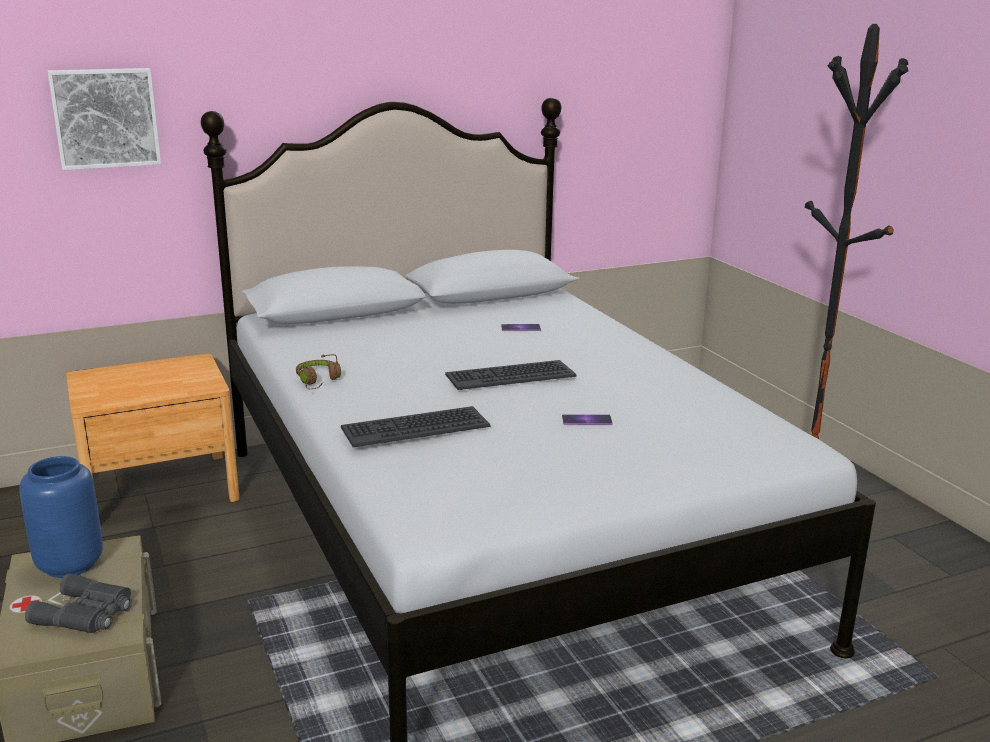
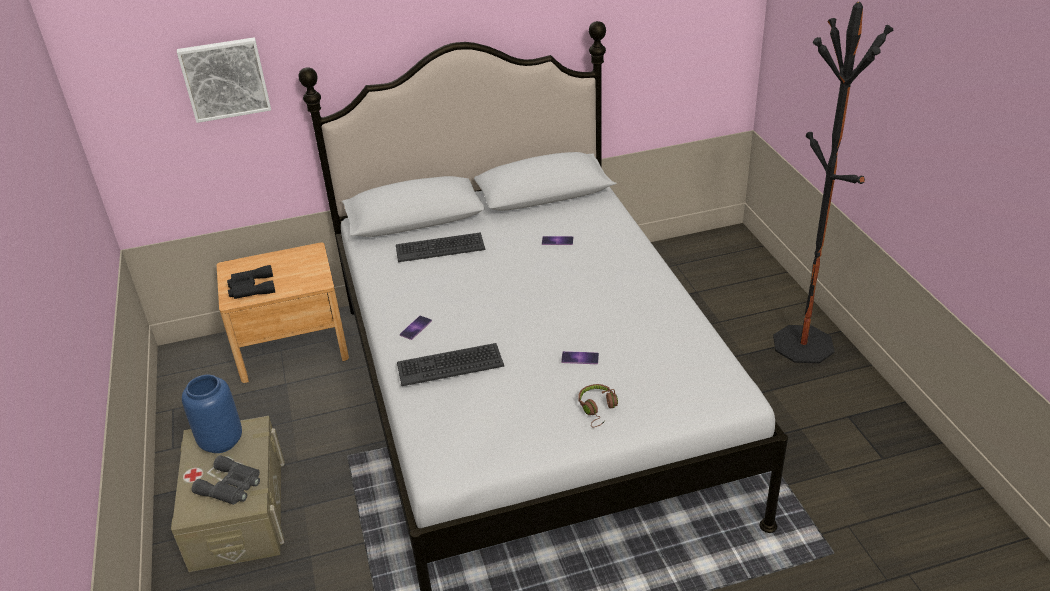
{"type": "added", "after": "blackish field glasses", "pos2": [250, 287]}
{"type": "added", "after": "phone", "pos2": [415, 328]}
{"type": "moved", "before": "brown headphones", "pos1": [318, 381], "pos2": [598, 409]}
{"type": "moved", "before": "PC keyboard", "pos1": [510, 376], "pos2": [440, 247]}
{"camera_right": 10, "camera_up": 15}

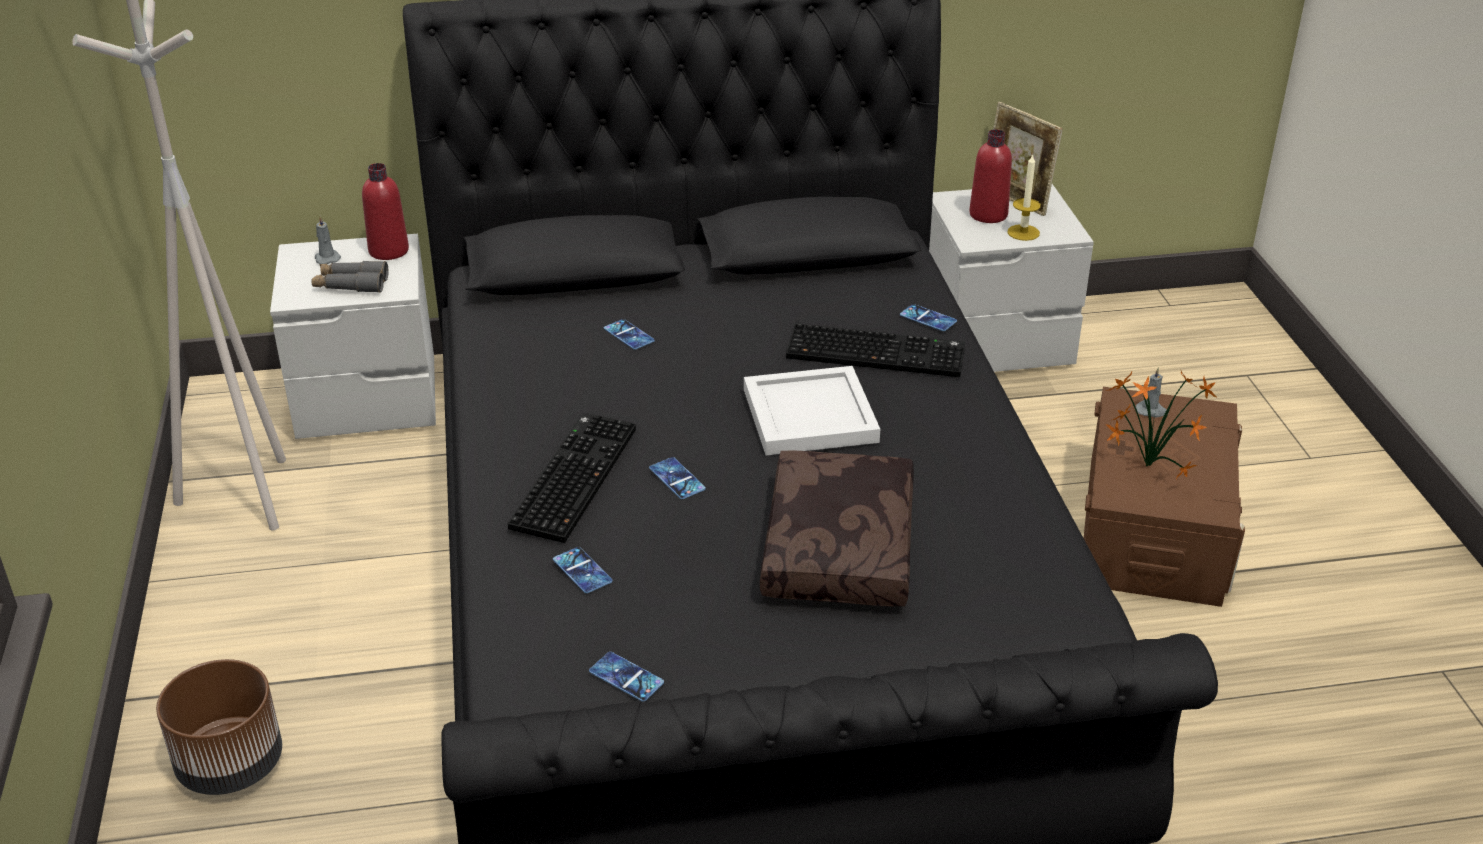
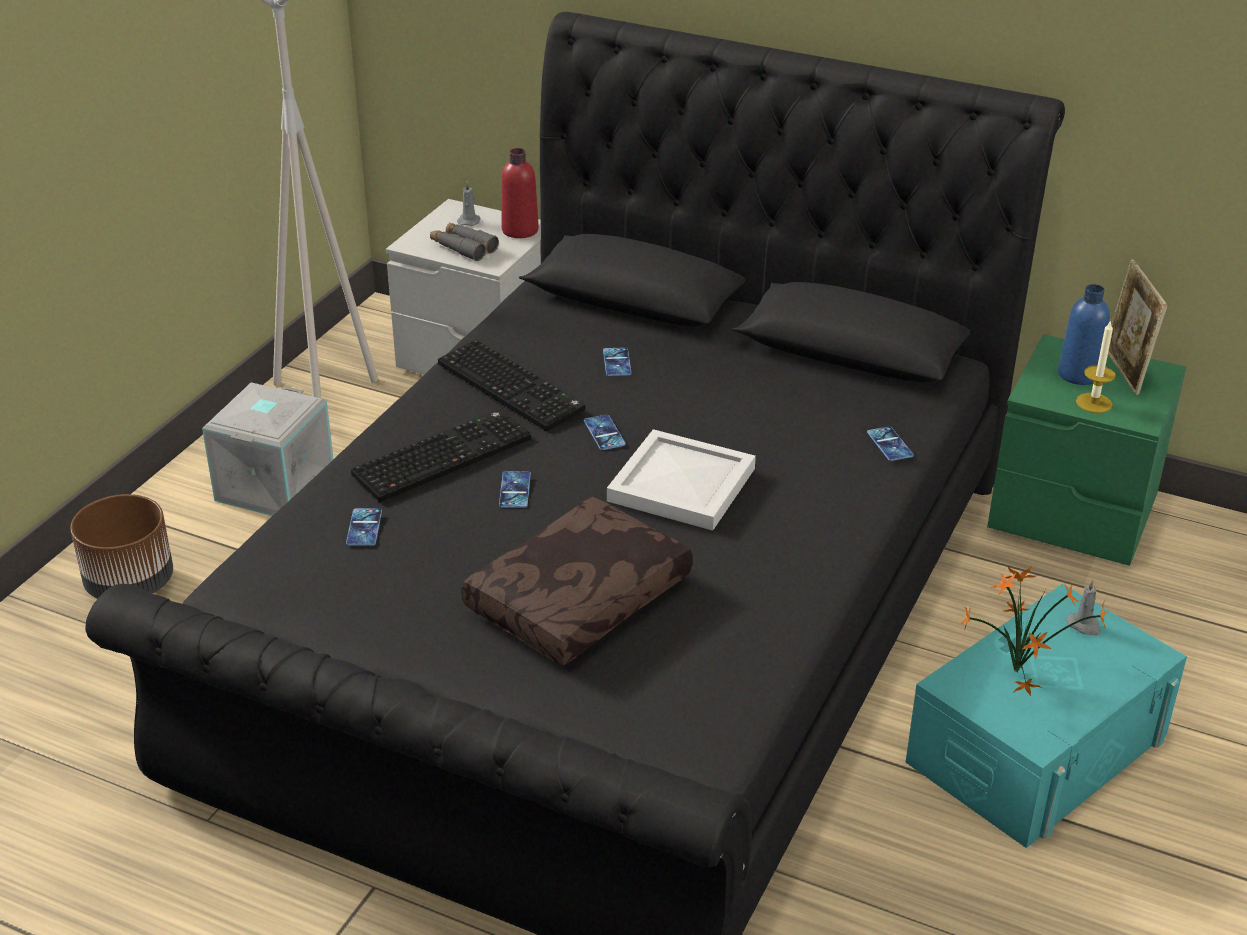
{"type": "added", "after": "greyish storage bin", "pos2": [274, 485]}
{"type": "moved", "before": "phone", "pos1": [626, 677], "pos2": [604, 433]}
{"type": "moved", "before": "PC keyboard", "pos1": [877, 352], "pos2": [513, 387]}
{"type": "recoloured", "before": "white night table", "after": "green night table", "pos1": [993, 340], "pos2": [1073, 512]}
{"type": "recoloured", "before": "red drink bottle", "after": "blue-coloured drink bottle", "pos1": [988, 215], "pos2": [1078, 374]}
{"type": "recoloured", "before": "brown storage bin", "after": "blue-green storage bin", "pos1": [1152, 529], "pos2": [1037, 748]}
{"camera_right": 35, "camera_up": 0}

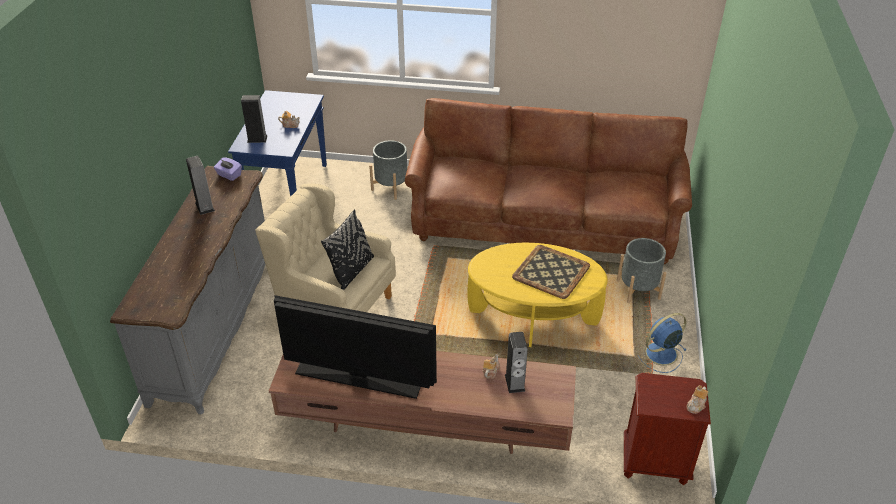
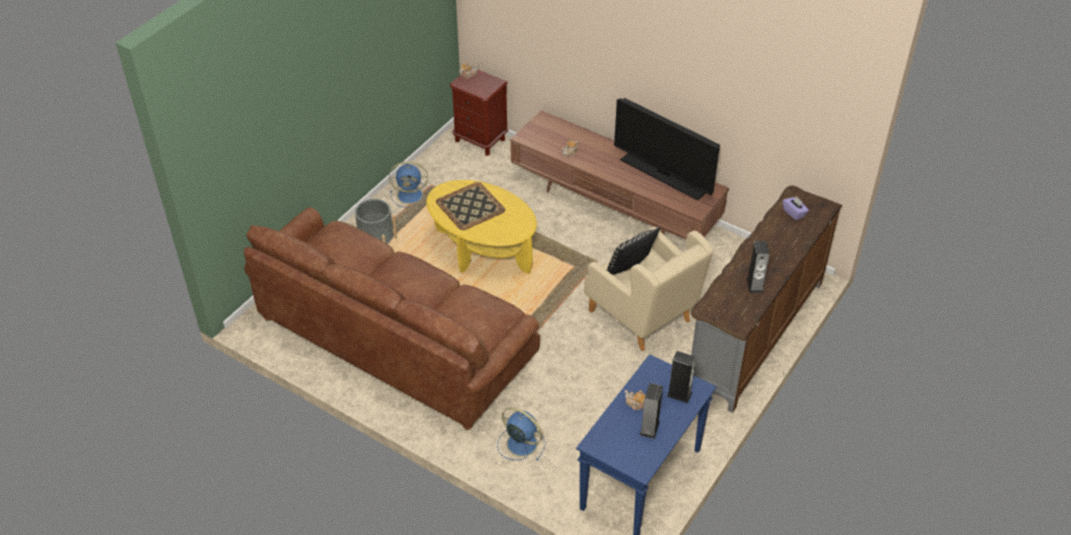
{"type": "moved", "before": "purple-coloured tissue box", "pos1": [229, 175], "pos2": [794, 213]}
{"type": "moved", "before": "audio speaker", "pos1": [514, 382], "pos2": [649, 428]}
{"type": "replaced", "before": "greyish flower pot", "after": "blue-coloured fan", "pos1": [391, 187], "pos2": [520, 443]}
{"camera_right": -155, "camera_up": 5}

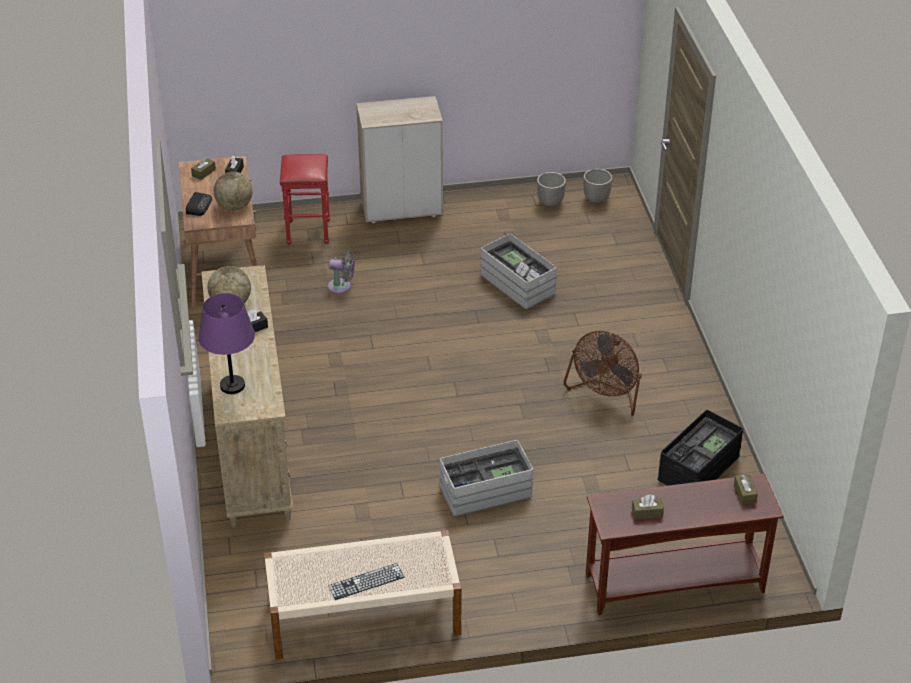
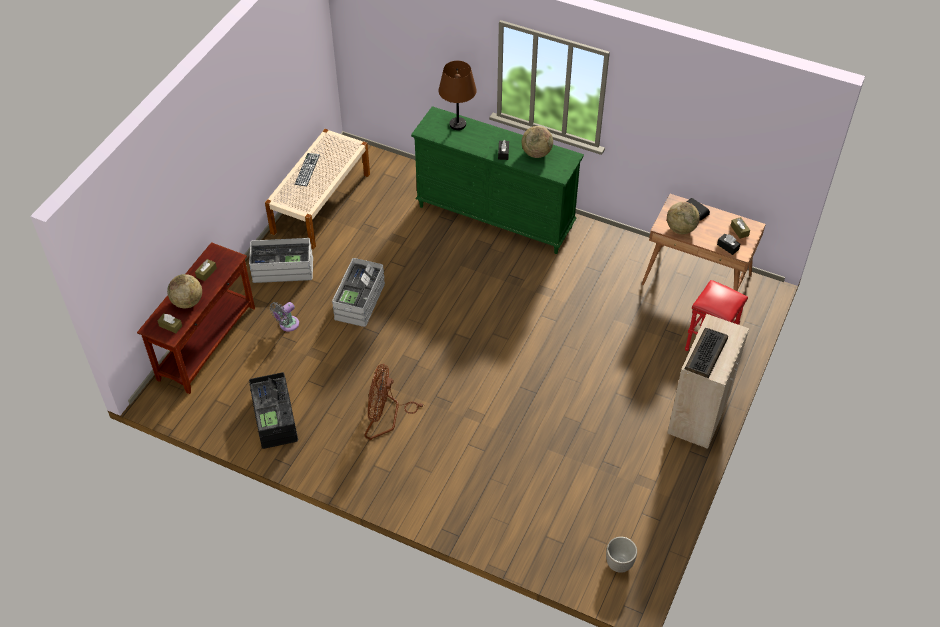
{"type": "removed", "before": "flower pot", "pos1": [550, 203]}
{"type": "added", "after": "world globe", "pos2": [187, 302]}
{"type": "added", "after": "PC keyboard", "pos2": [706, 354]}
{"type": "moved", "before": "greyish fan", "pos1": [342, 287], "pos2": [287, 325]}
{"type": "moved", "before": "greyish storage bin", "pos1": [518, 283], "pos2": [282, 269]}
{"type": "recoloured", "before": "purple-coloured tabletop lamp", "after": "brown tabletop lamp", "pos1": [232, 386], "pos2": [457, 124]}
{"type": "recoloured", "before": "beige-coloured drawer chest", "after": "green drawer chest", "pos1": [252, 446], "pos2": [495, 217]}
{"type": "turned", "before": "brown fan", "pos1": [604, 392], "pos2": [387, 413], "turn": -60}
{"camera_right": 125, "camera_up": 10}

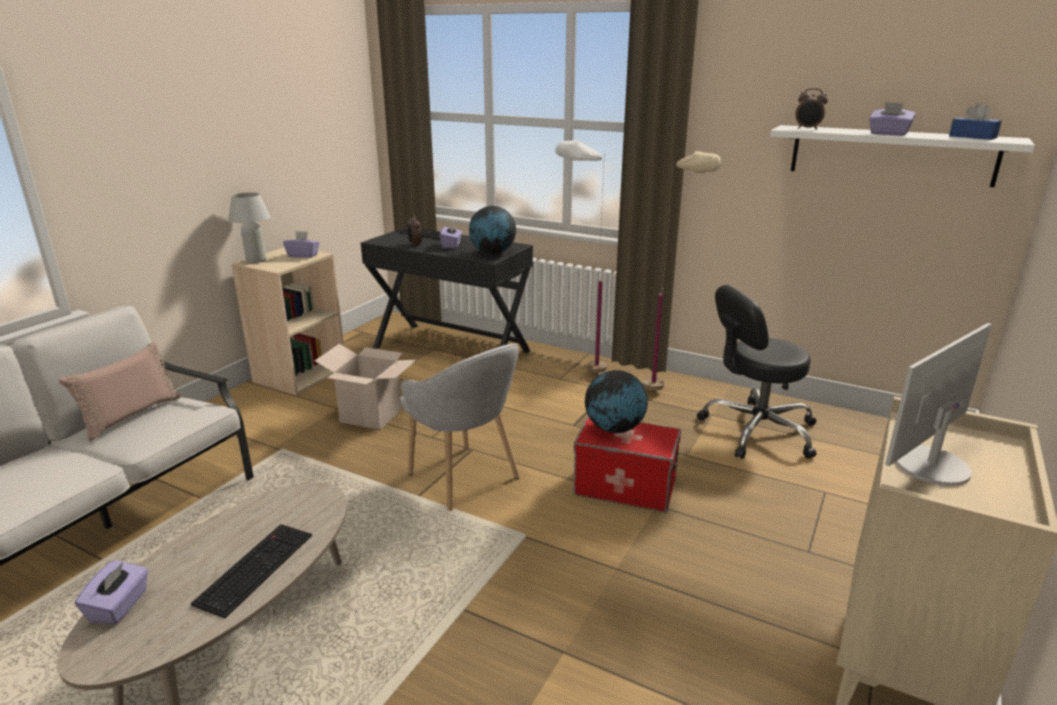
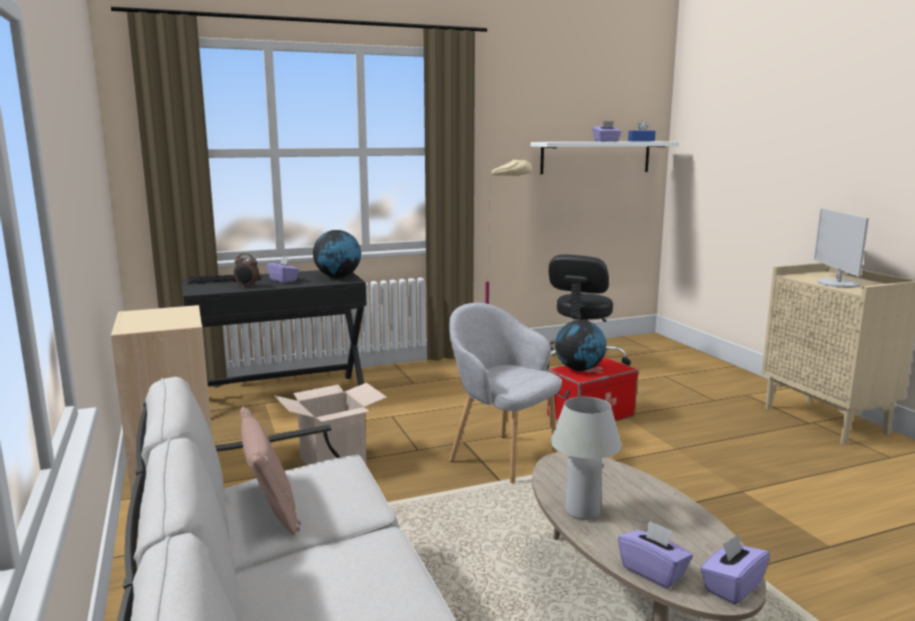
{"type": "removed", "before": "PC keyboard", "pos1": [255, 567]}
{"type": "removed", "before": "white standing lamp", "pos1": [579, 372]}
{"type": "removed", "before": "alarm clock", "pos1": [807, 129]}
{"type": "moved", "before": "white tabletop lamp", "pos1": [256, 260], "pos2": [582, 512]}
{"type": "moved", "before": "purple-coloured tissue box", "pos1": [303, 255], "pos2": [732, 587]}
{"type": "turned", "before": "greyish lounge chair", "pos1": [464, 478], "pos2": [501, 457], "turn": -135}
{"camera_right": -50, "camera_up": -10}

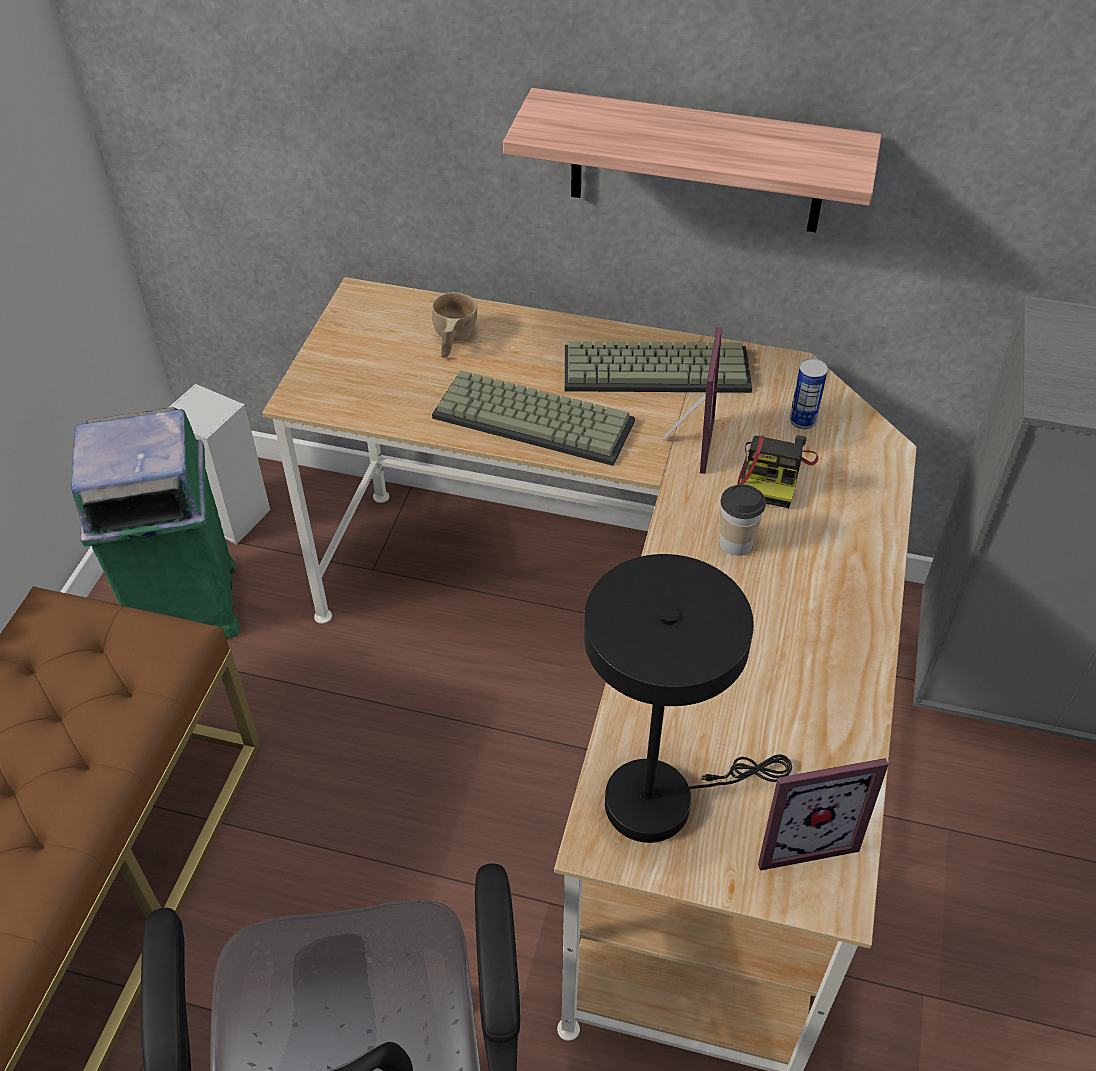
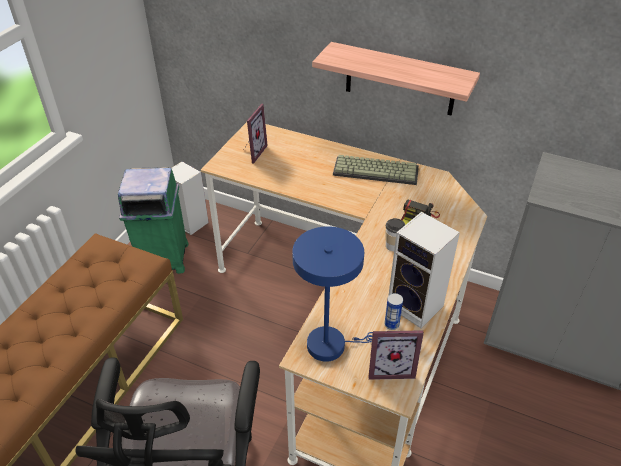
{"type": "removed", "before": "beige-coloured drinking cup", "pos1": [452, 340]}
{"type": "removed", "before": "PC keyboard", "pos1": [536, 418]}
{"type": "added", "after": "audio speaker", "pos2": [417, 306]}
{"type": "moved", "before": "picture frame", "pos1": [686, 443], "pos2": [252, 152]}
{"type": "moved", "before": "can", "pos1": [802, 421], "pos2": [391, 324]}
{"type": "recoloured", "before": "blackish tabletop lamp", "after": "blue-coloured tabletop lamp", "pos1": [663, 798], "pos2": [333, 344]}
{"camera_right": 10, "camera_up": -5}

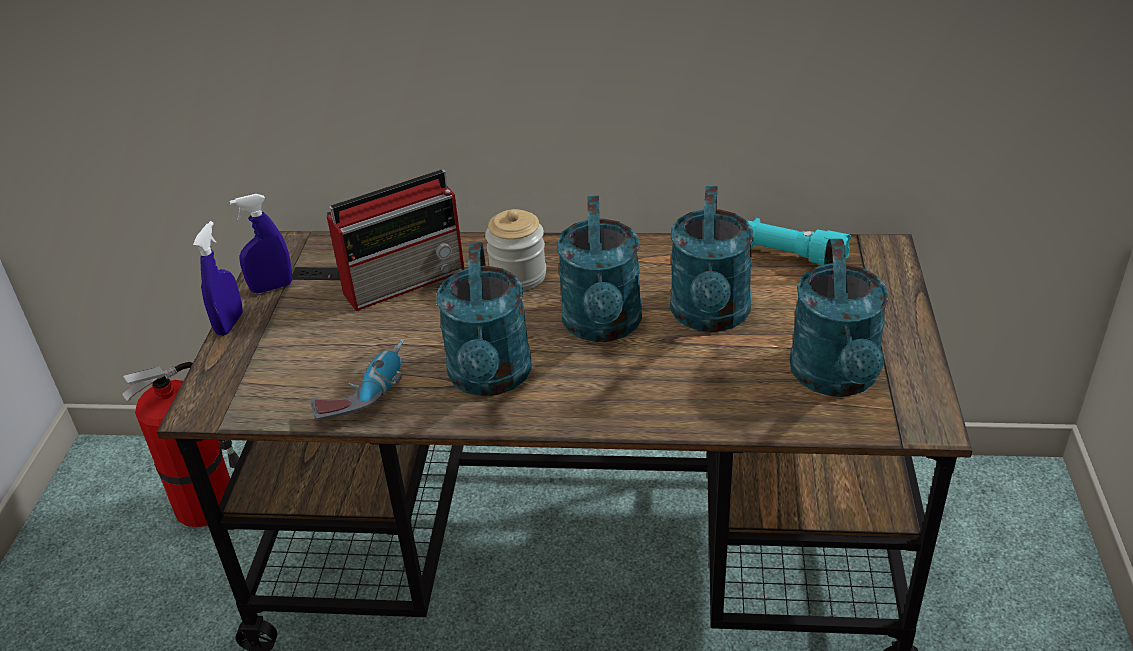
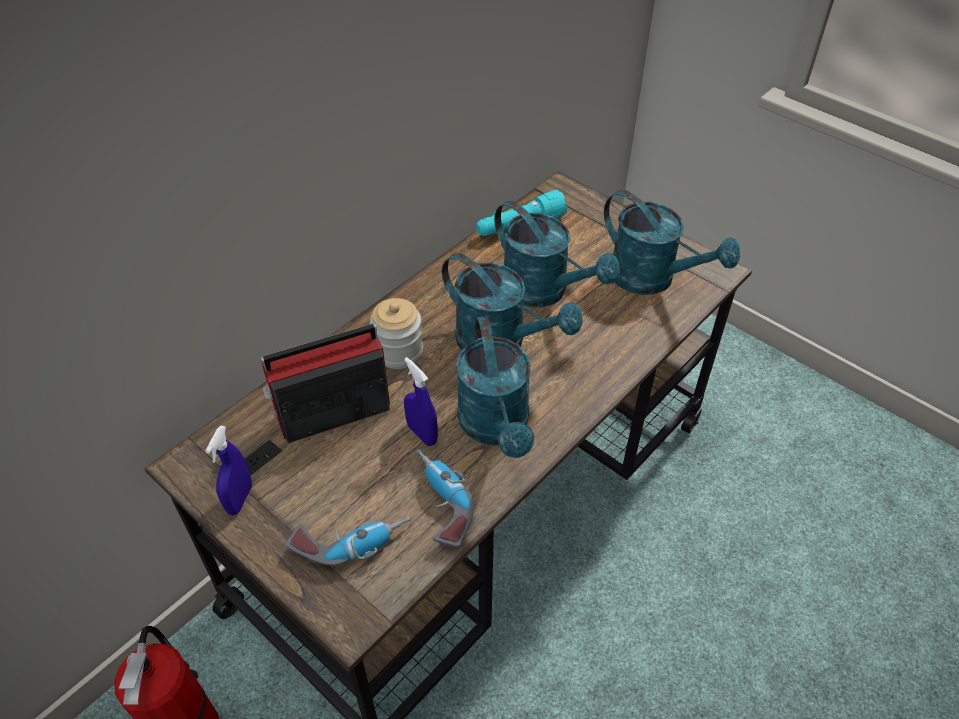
{"type": "added", "after": "drill", "pos2": [351, 541]}
{"type": "moved", "before": "blue-coloured sprayer", "pos1": [229, 324], "pos2": [422, 434]}
{"type": "turned", "before": "radio", "pos1": [406, 280], "pos2": [331, 412], "turn": -120}
{"type": "turned", "before": "blue-green sprinkling can", "pos1": [490, 379], "pos2": [497, 427], "turn": 45}
{"camera_right": -55, "camera_up": 10}

